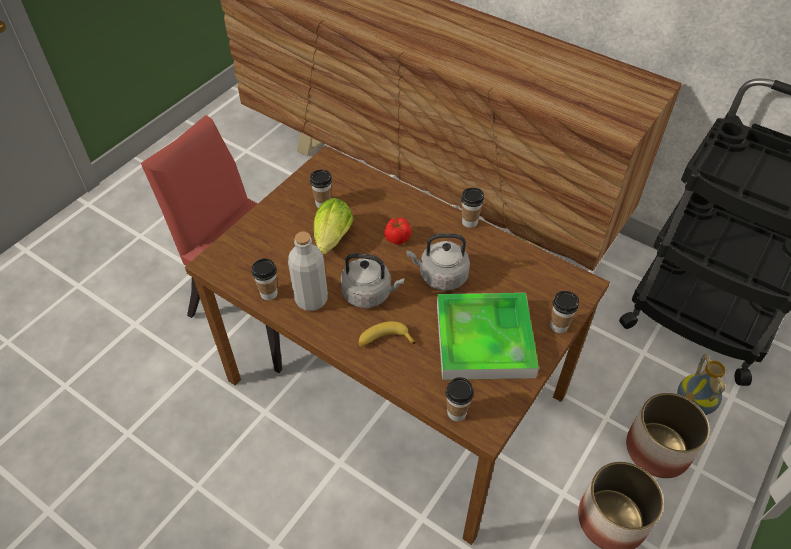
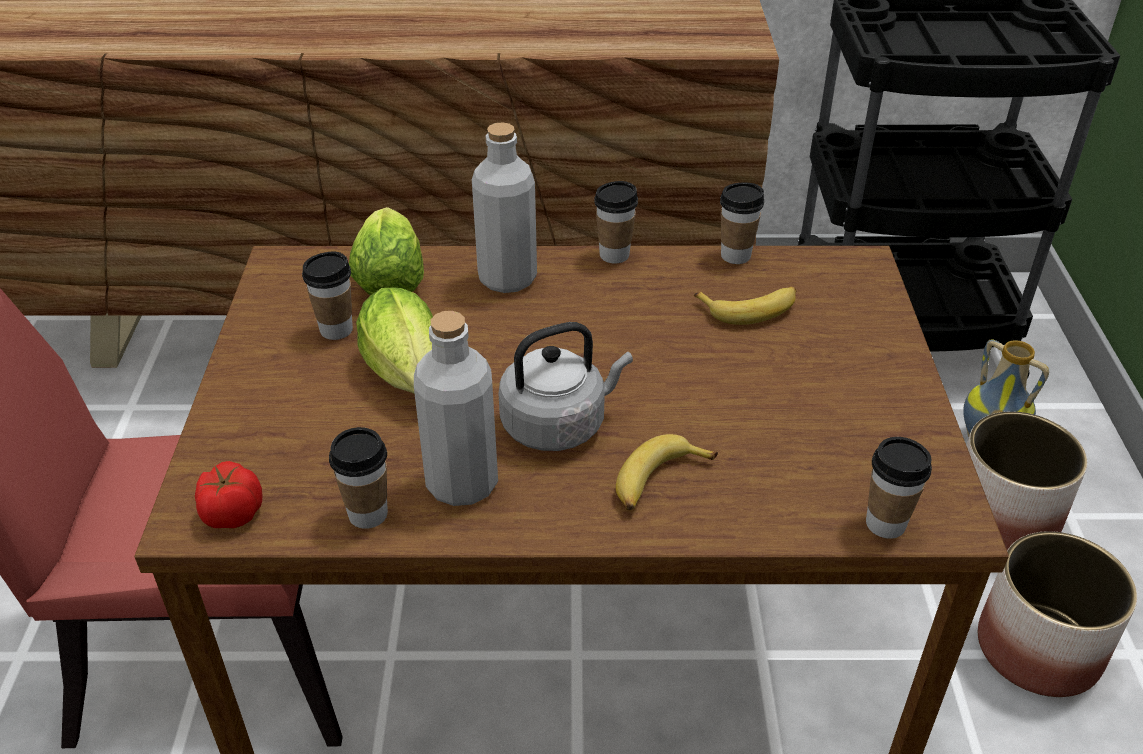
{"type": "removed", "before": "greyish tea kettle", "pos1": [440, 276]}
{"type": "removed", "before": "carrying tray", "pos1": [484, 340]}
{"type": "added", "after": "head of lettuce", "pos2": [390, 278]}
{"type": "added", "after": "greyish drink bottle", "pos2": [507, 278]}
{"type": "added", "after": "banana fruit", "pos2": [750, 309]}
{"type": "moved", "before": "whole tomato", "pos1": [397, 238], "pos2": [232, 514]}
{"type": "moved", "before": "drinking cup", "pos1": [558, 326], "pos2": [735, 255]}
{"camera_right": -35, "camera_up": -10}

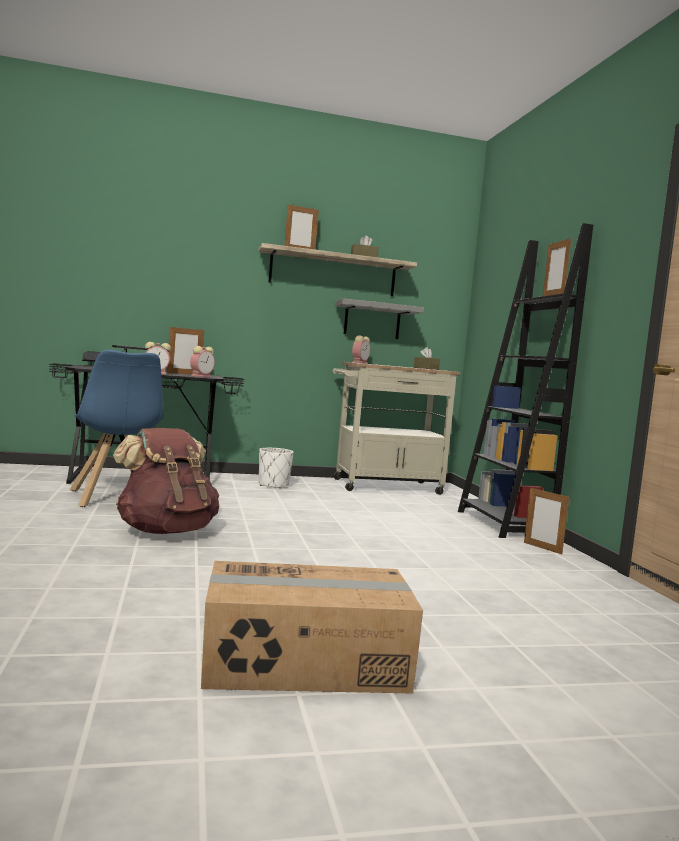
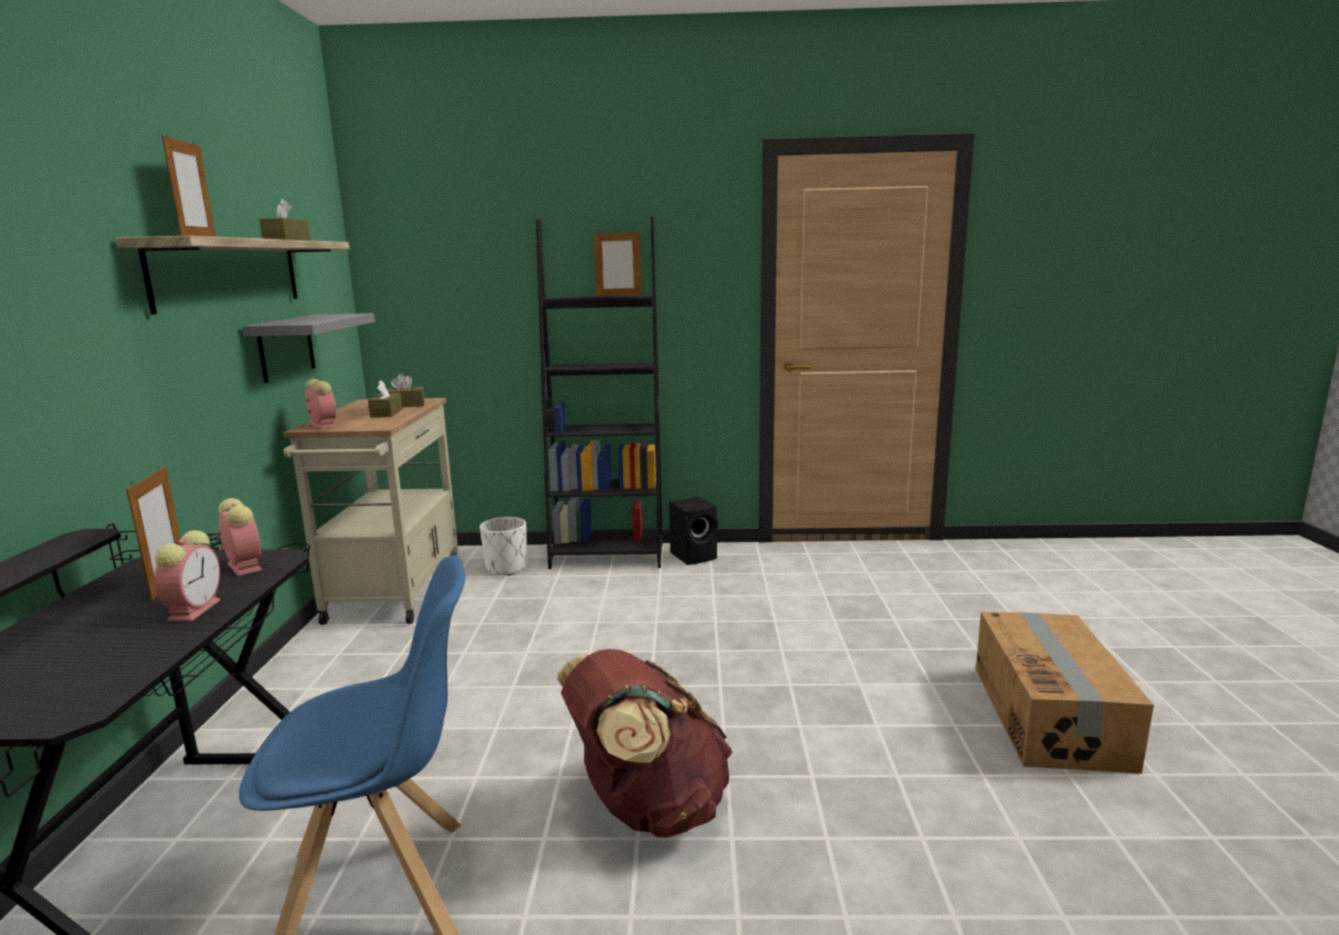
{"type": "added", "after": "brown tissue box", "pos2": [386, 413]}
{"type": "moved", "before": "white flower pot", "pos1": [273, 485], "pos2": [506, 568]}
{"type": "replaced", "before": "picture frame", "after": "blackish audio speaker", "pos1": [542, 548], "pos2": [695, 556]}
{"camera_right": -75, "camera_up": 10}

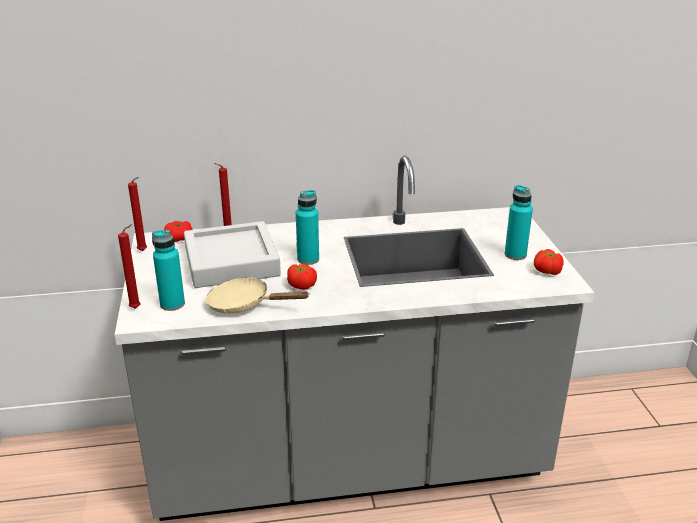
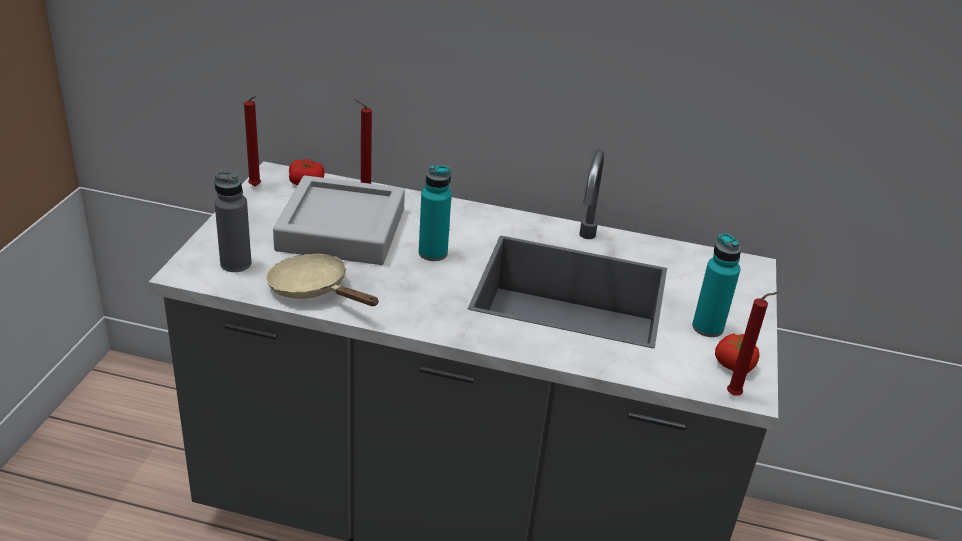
{"type": "removed", "before": "whole tomato", "pos1": [302, 285]}
{"type": "moved", "before": "red wax light", "pos1": [137, 308], "pos2": [736, 395]}
{"type": "recoloured", "before": "blue-green drink bottle", "after": "greyish drink bottle", "pos1": [172, 304], "pos2": [236, 264]}
{"camera_right": 20, "camera_up": 5}

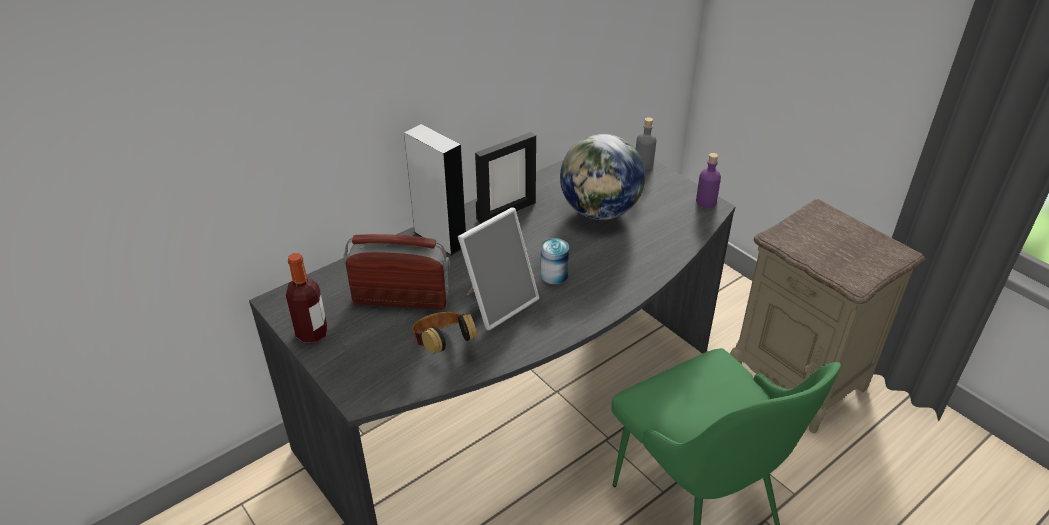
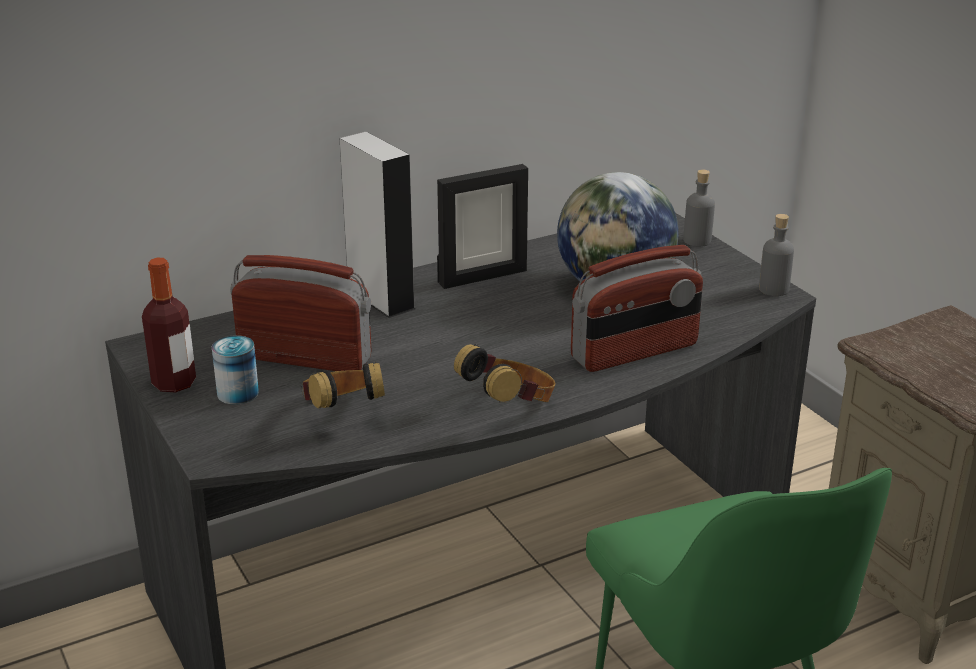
{"type": "removed", "before": "picture frame", "pos1": [498, 302]}
{"type": "added", "after": "headphones", "pos2": [509, 406]}
{"type": "added", "after": "radio", "pos2": [635, 352]}
{"type": "moved", "before": "can", "pos1": [554, 275], "pos2": [238, 393]}
{"type": "recoloured", "before": "purple-coloured drink bottle", "after": "greyish drink bottle", "pos1": [706, 202], "pos2": [773, 289]}
{"camera_right": 10, "camera_up": -10}

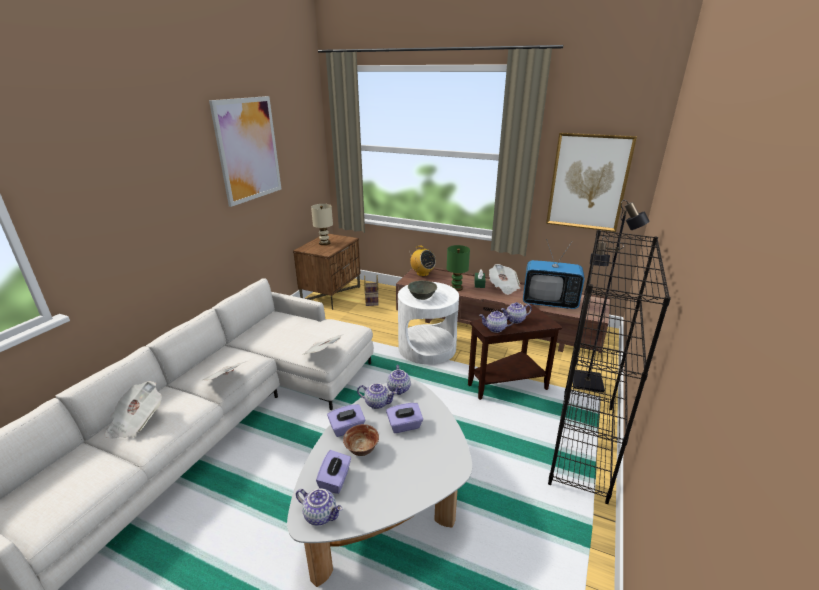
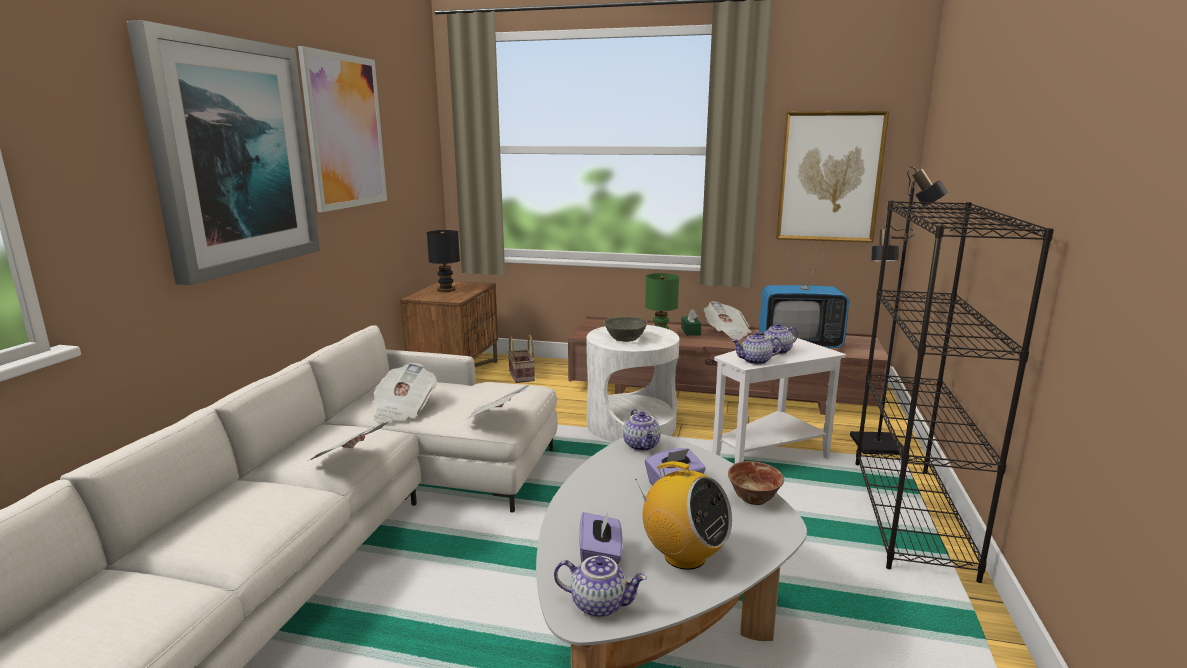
{"type": "removed", "before": "purple-coloured tissue box", "pos1": [347, 428]}
{"type": "removed", "before": "tea pot", "pos1": [377, 403]}
{"type": "added", "after": "picture", "pos2": [233, 156]}
{"type": "moved", "before": "newspaper", "pos1": [136, 422], "pos2": [403, 410]}
{"type": "moved", "before": "bowl", "pos1": [362, 450], "pos2": [754, 499]}
{"type": "moved", "before": "radio", "pos1": [422, 273], "pos2": [684, 556]}
{"type": "recoloured", "before": "beige-coloured tabletop lamp", "after": "blackish tabletop lamp", "pos1": [324, 243], "pos2": [446, 290]}
{"type": "recoloured", "before": "brown accent table", "after": "white accent table", "pos1": [508, 383], "pos2": [770, 456]}
{"camera_right": -10, "camera_up": -10}

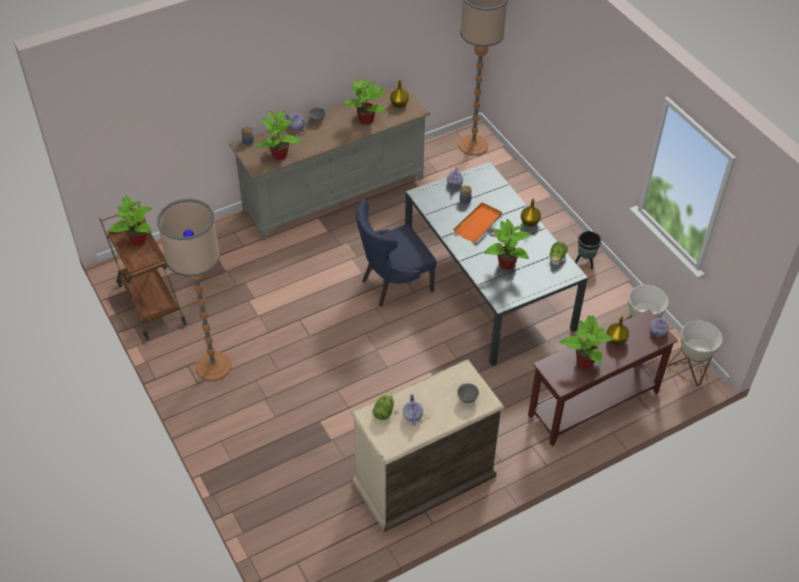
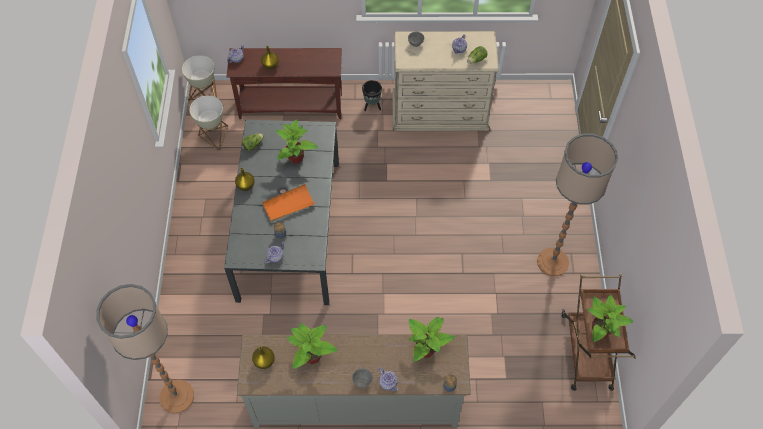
{"type": "removed", "before": "blue-coloured upright chair", "pos1": [393, 284]}
{"type": "removed", "before": "houseplant", "pos1": [584, 361]}
{"type": "moved", "before": "blackish flower pot", "pos1": [585, 262], "pos2": [372, 106]}
{"camera_right": -150, "camera_up": 10}

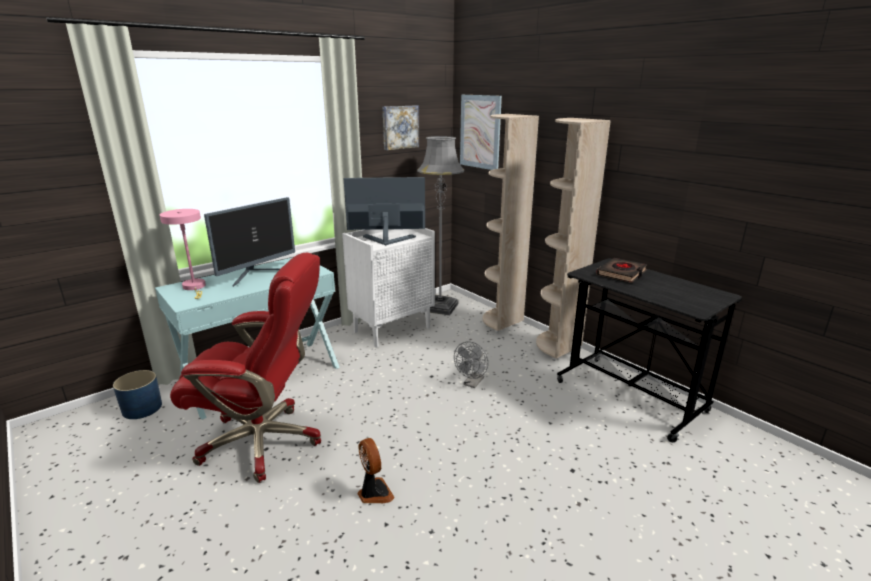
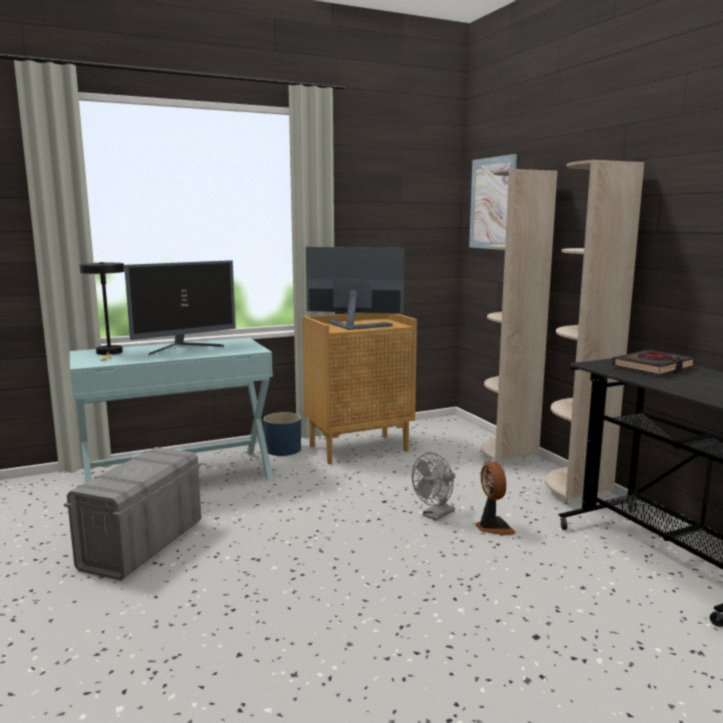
{"type": "removed", "before": "picture", "pos1": [399, 127]}
{"type": "removed", "before": "greyish standing lamp", "pos1": [440, 307]}
{"type": "moved", "before": "blue-coloured flower pot", "pos1": [142, 408], "pos2": [283, 449]}
{"type": "moved", "before": "fan", "pos1": [374, 493], "pos2": [493, 527]}
{"type": "replaced", "before": "red desk chair", "after": "greyish storage bin", "pos1": [264, 444], "pos2": [142, 544]}
{"type": "recoloured", "before": "pink-coloured tabletop lamp", "after": "blackish tabletop lamp", "pos1": [195, 287], "pos2": [109, 353]}
{"type": "recoloured", "before": "white cupboard", "after": "brown cupboard", "pos1": [392, 329], "pos2": [359, 448]}
{"camera_right": 15, "camera_up": -10}

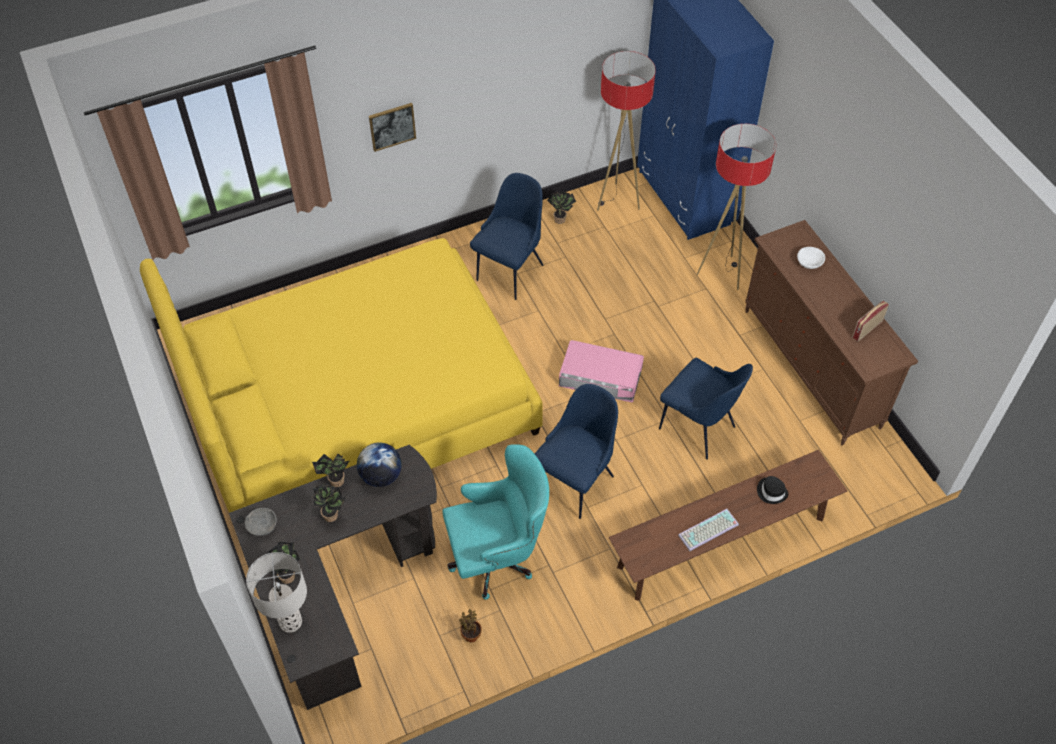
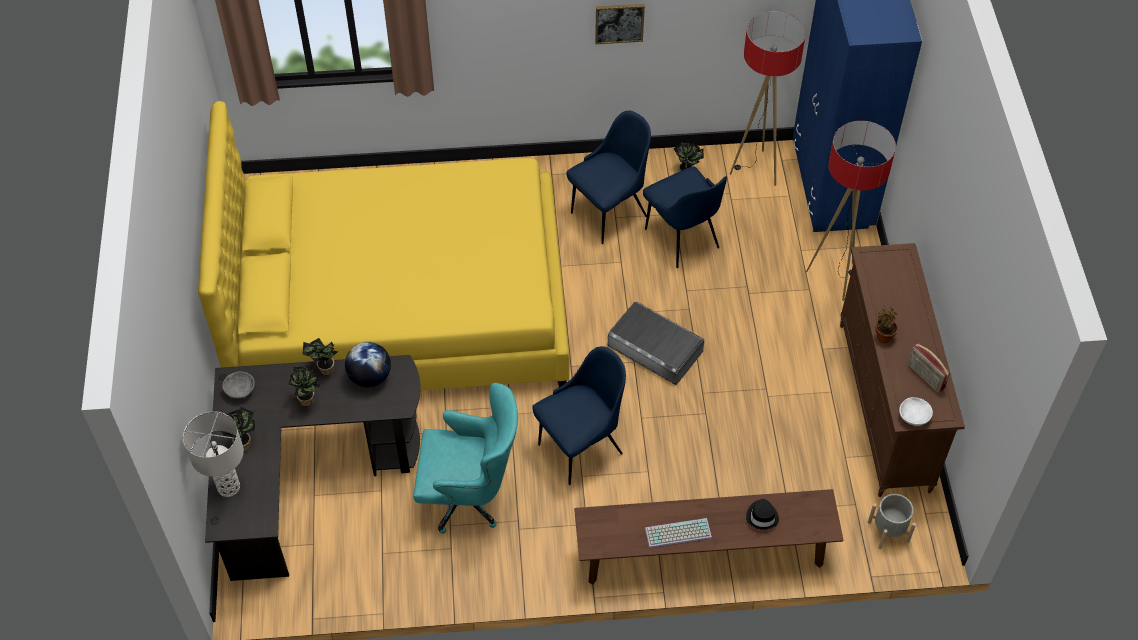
{"type": "added", "after": "greyish flower pot", "pos2": [888, 531]}
{"type": "moved", "before": "picture", "pos1": [392, 126], "pos2": [619, 23]}
{"type": "moved", "before": "houseplant", "pos1": [471, 635], "pos2": [883, 336]}
{"type": "moved", "before": "blue-coloured upright chair", "pos1": [698, 427], "pos2": [683, 238]}
{"type": "moved", "before": "white bowl", "pos1": [809, 263], "pos2": [914, 417]}
{"type": "recoloured", "before": "pink-coloured storage bin", "after": "greyish storage bin", "pos1": [600, 376], "pos2": [655, 348]}
{"type": "turned", "before": "radio", "pos1": [866, 329], "pos2": [925, 377], "turn": -105}
{"camera_right": 20, "camera_up": 0}

